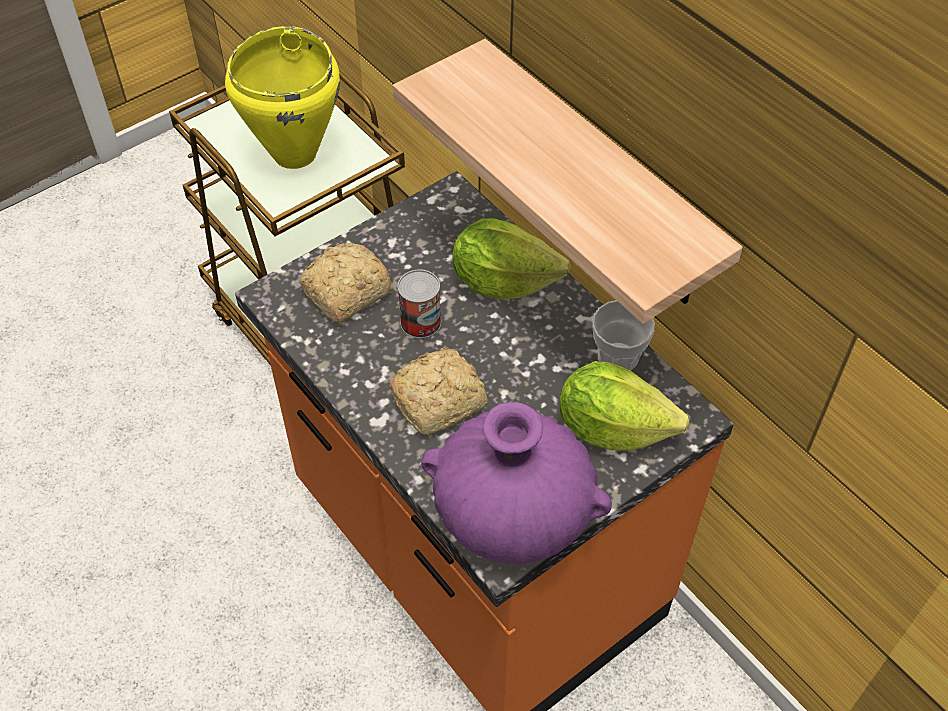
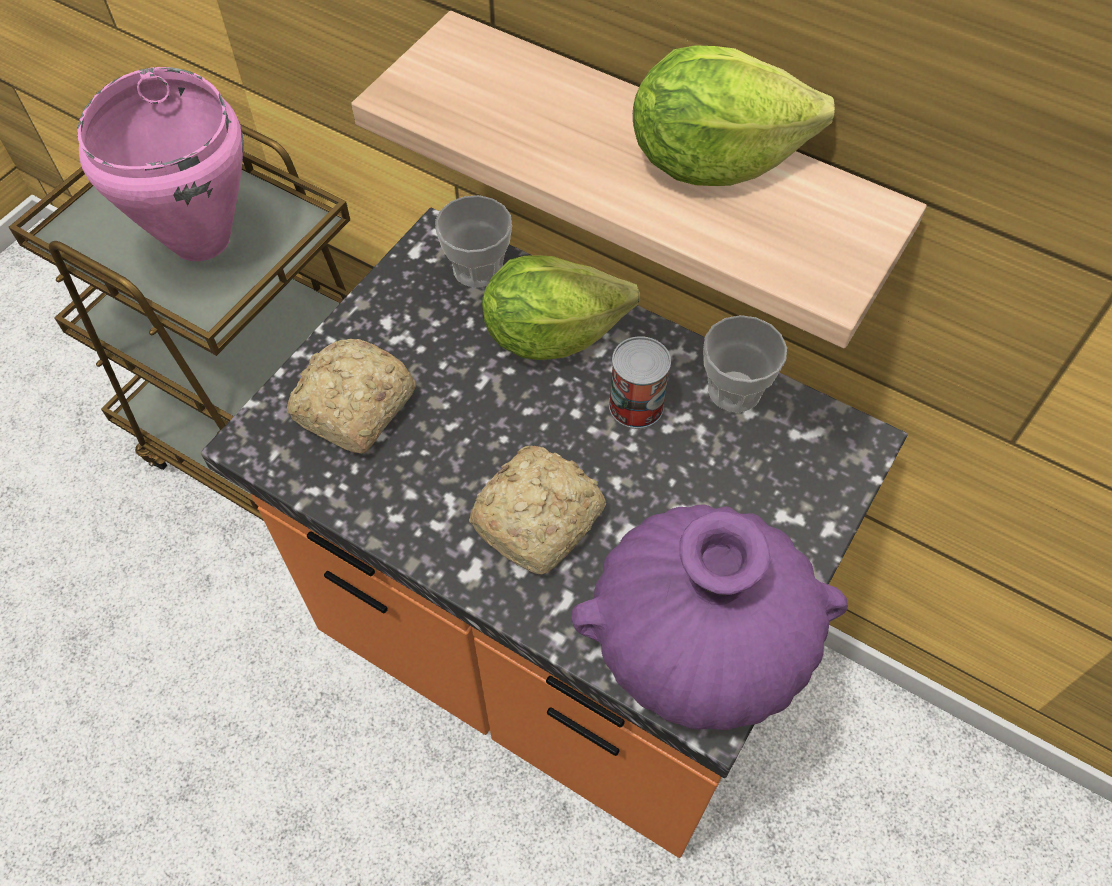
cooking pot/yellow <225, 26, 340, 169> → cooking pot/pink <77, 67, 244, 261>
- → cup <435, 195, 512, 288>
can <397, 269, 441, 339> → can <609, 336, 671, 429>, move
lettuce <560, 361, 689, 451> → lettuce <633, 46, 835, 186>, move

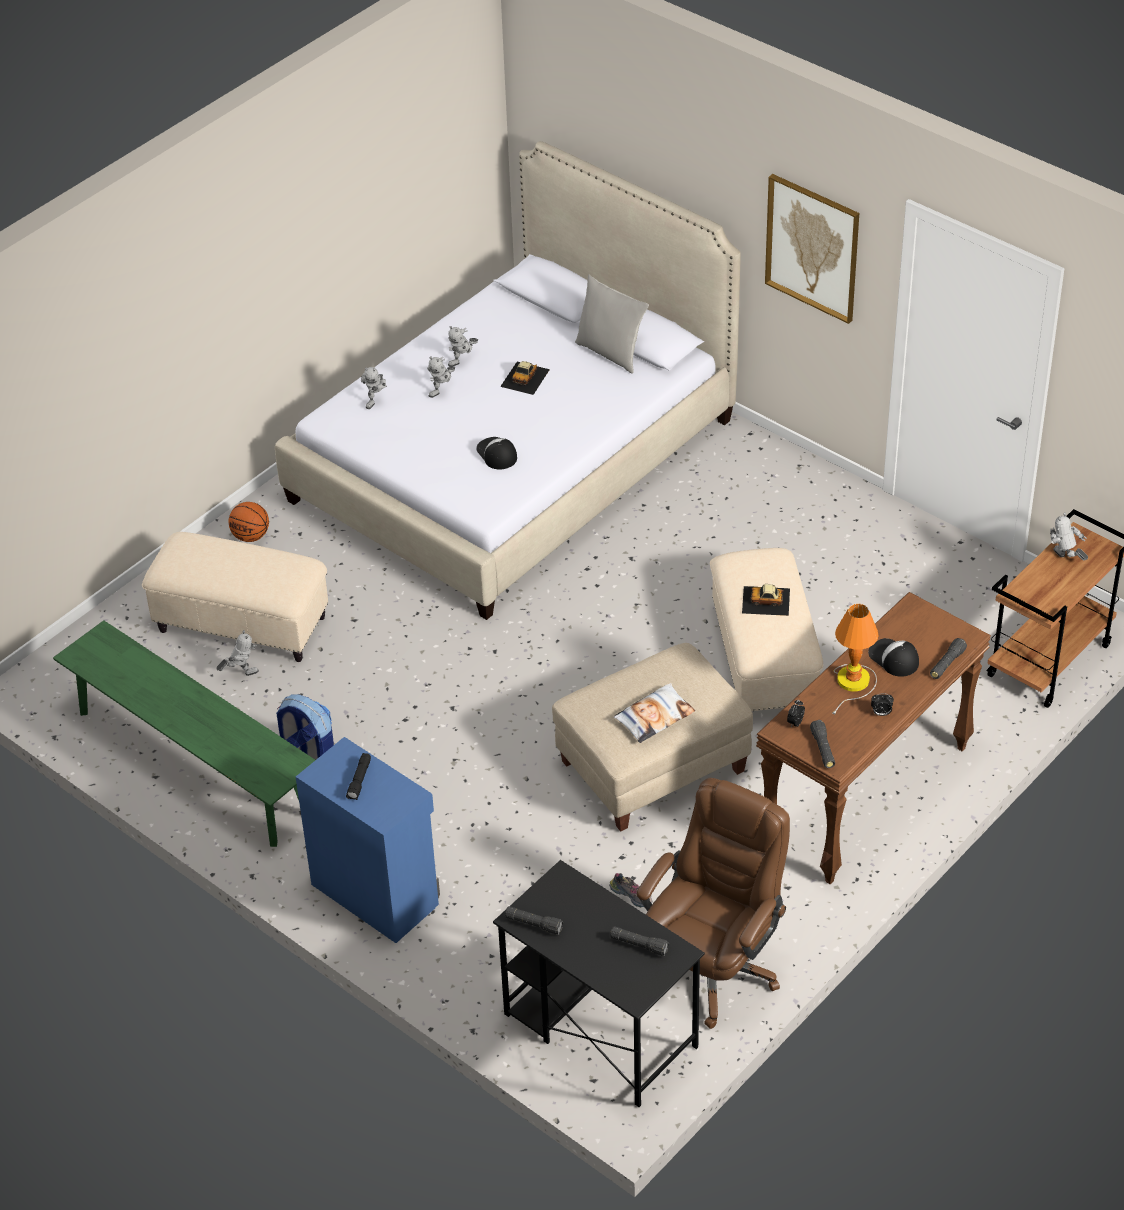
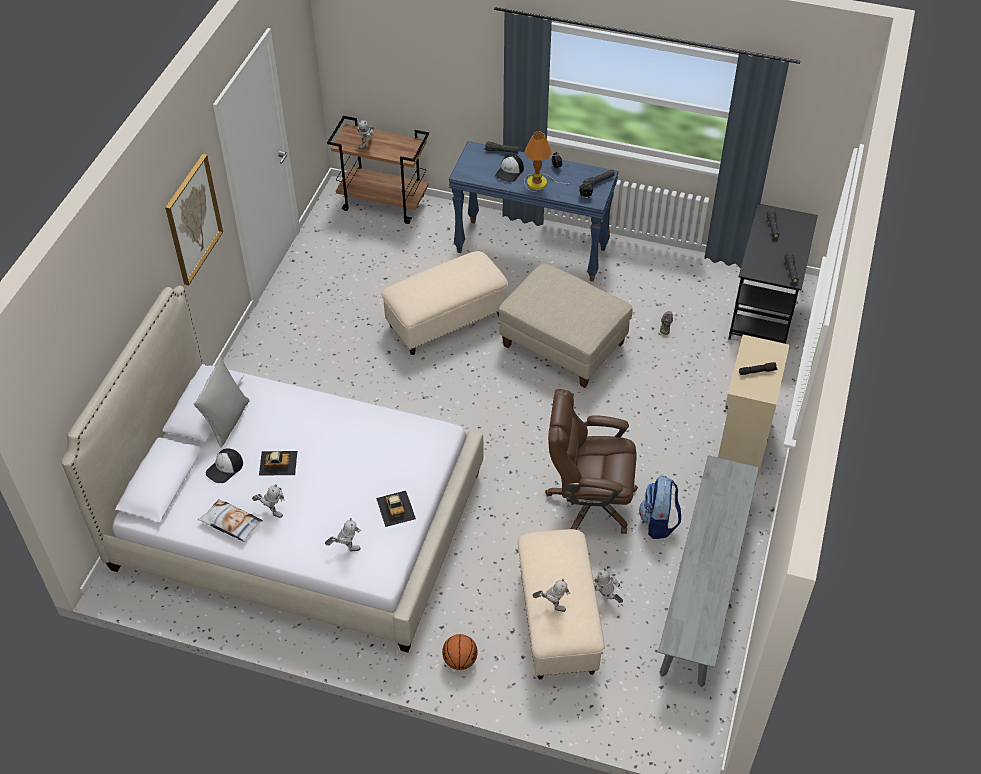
pillow <613, 683, 695, 743> → pillow <198, 499, 263, 542>, move
cap <476, 437, 517, 469> → cap <206, 448, 243, 483>, move
toy car <742, 584, 790, 616> → toy car <376, 491, 416, 527>, move
console table/brown <756, 592, 991, 884> → console table/blue <449, 141, 619, 282>
toy robot <427, 356, 455, 398> → toy robot <533, 579, 571, 612>, move
office chair/brown <637, 778, 790, 1029> → office chair/brown <545, 389, 638, 534>, move
bench/green <53, 620, 315, 847> → bench/grey <658, 455, 759, 687>
cabinet/blue <296, 737, 440, 943> → cabinet/beige <718, 335, 789, 476>

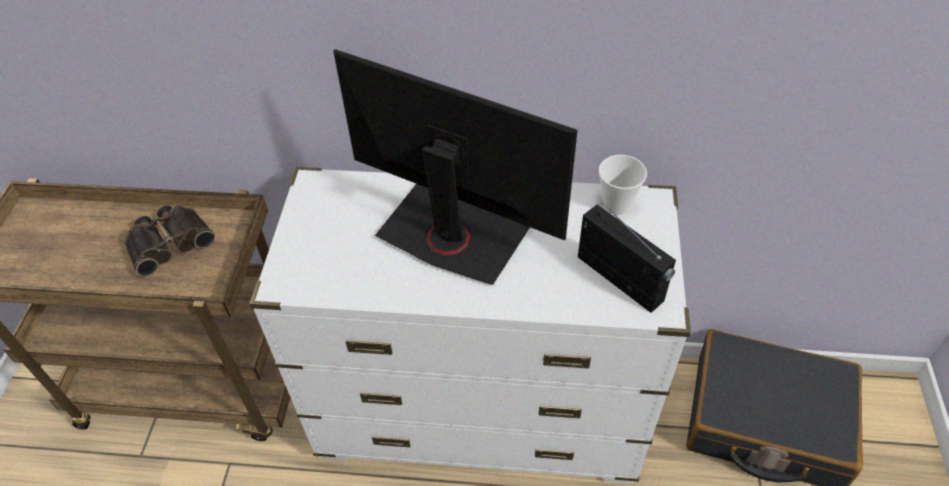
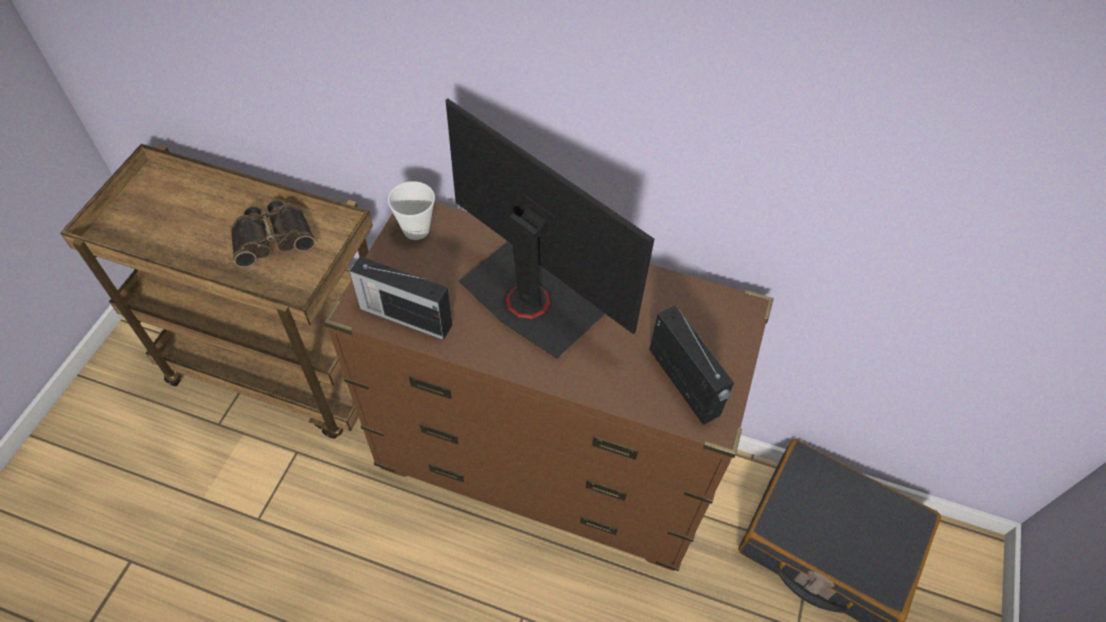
dresser/white <249, 167, 691, 484> → dresser/brown <324, 202, 774, 571>
- → radio <349, 256, 452, 340>
cup <598, 155, 647, 215> → cup <388, 181, 435, 240>, move

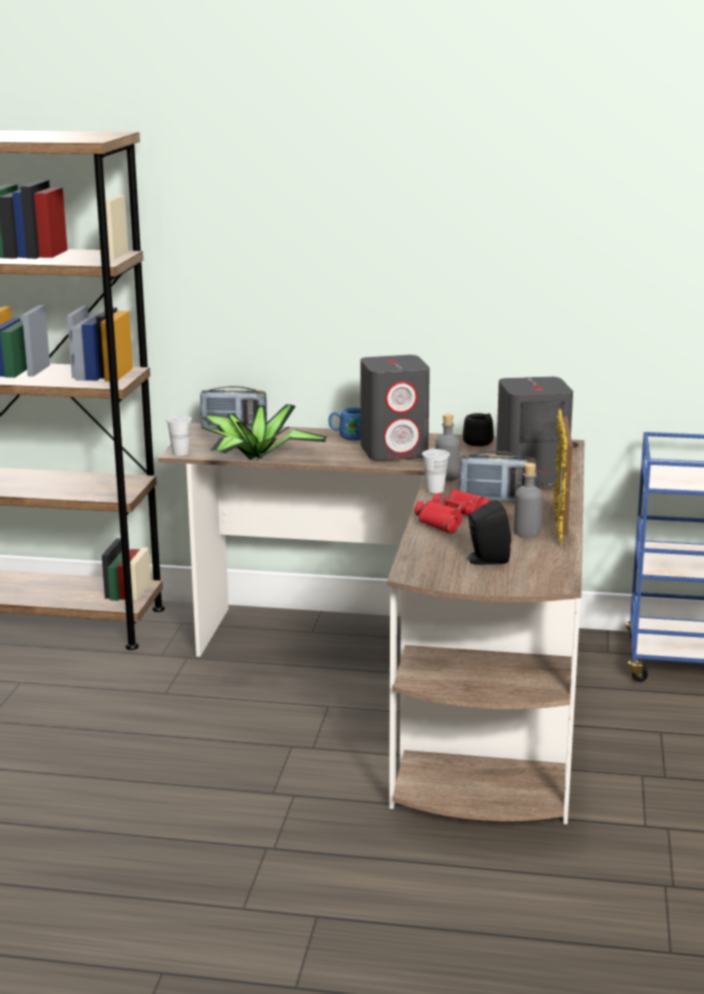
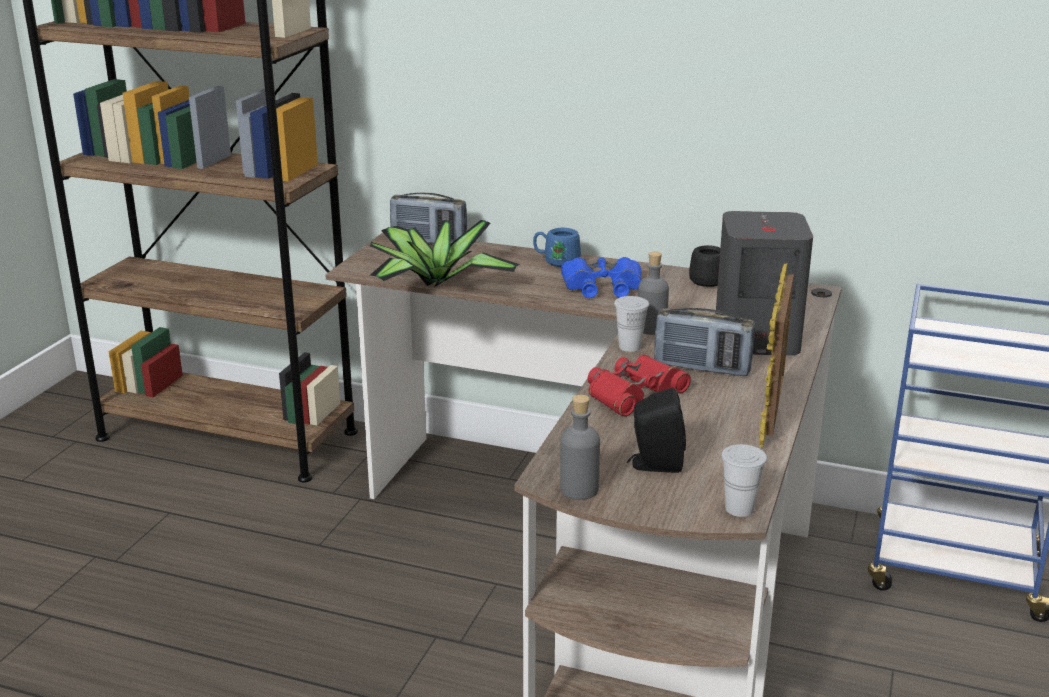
bottle/grey <514, 463, 543, 538> → bottle/grey <560, 395, 600, 500>, move
speaker/grey <360, 355, 430, 461> → binoculars/blue <561, 257, 642, 298>
cup/white <166, 415, 192, 456> → cup/white <721, 444, 767, 517>, move

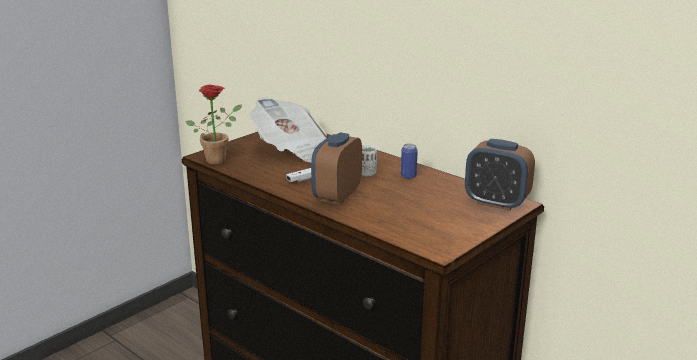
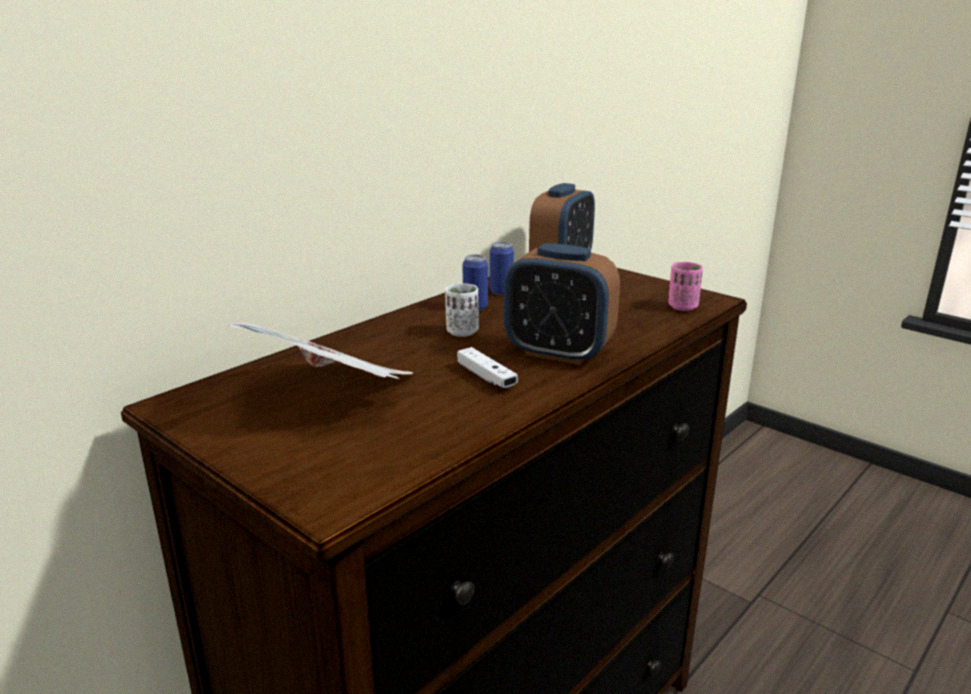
- → can <490, 241, 514, 295>
- → cup/pink <668, 262, 703, 311>
potted plant <186, 85, 242, 164> → -

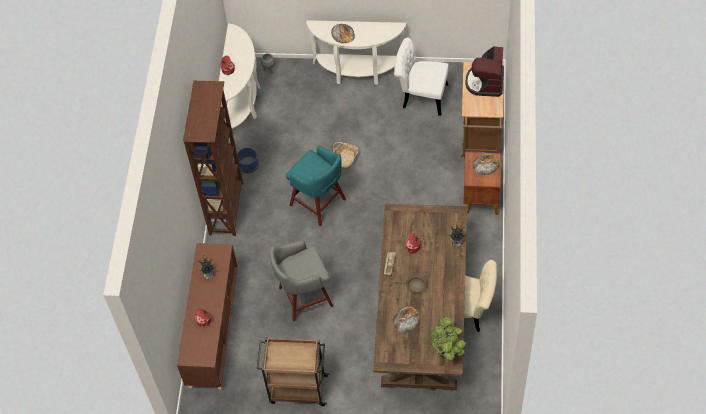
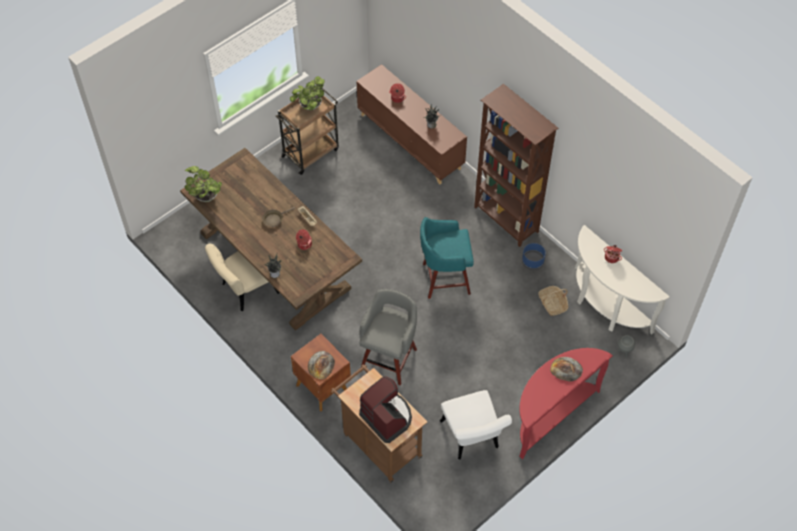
- → potted plant <290, 76, 325, 110>
stool/grey <270, 241, 333, 322> → stool/grey <359, 289, 417, 385>, move
chair/white <394, 37, 449, 116> → chair/white <440, 390, 512, 460>, 105 degrees clockwise
console table/white <306, 20, 406, 85> → console table/red <519, 348, 613, 459>
basket <333, 142, 358, 170> → basket <539, 286, 568, 316>, move
bread <393, 306, 421, 333> → -

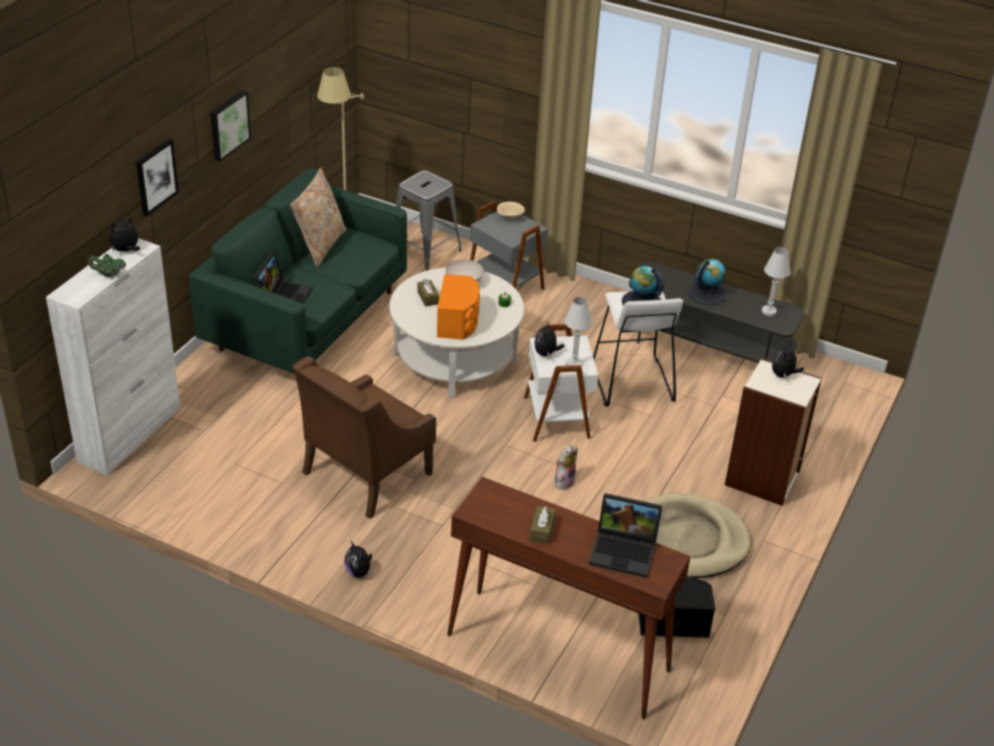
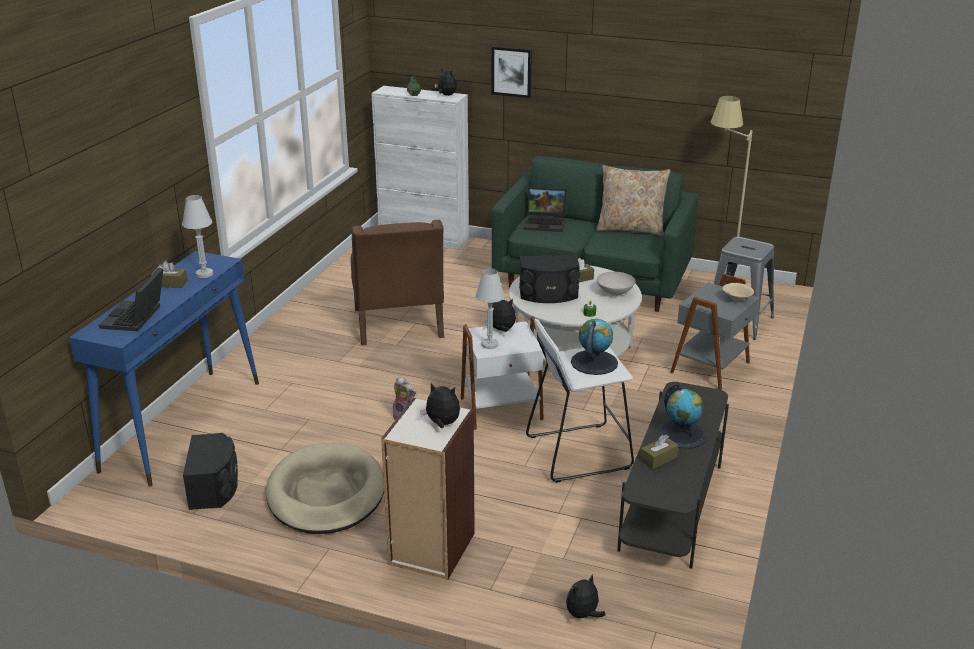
console table/brown <447, 477, 690, 719> → console table/blue <69, 251, 259, 487>
table lamp/white <762, 247, 790, 316> → table lamp/white <182, 195, 213, 278>, move
armchair/brown <292, 356, 436, 519> → armchair/brown <351, 220, 444, 345>, 135 degrees counterclockwise
speaker/orange <437, 274, 480, 340> → speaker/black <519, 255, 580, 303>
plush toy <344, 541, 373, 578> → plush toy <566, 574, 605, 618>, move
- → tissue box/brown <640, 434, 679, 469>
picture <210, 90, 251, 162> → -

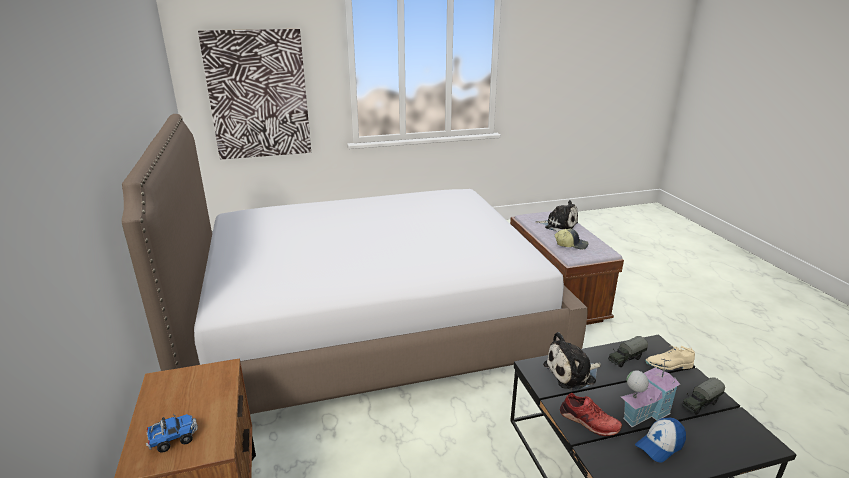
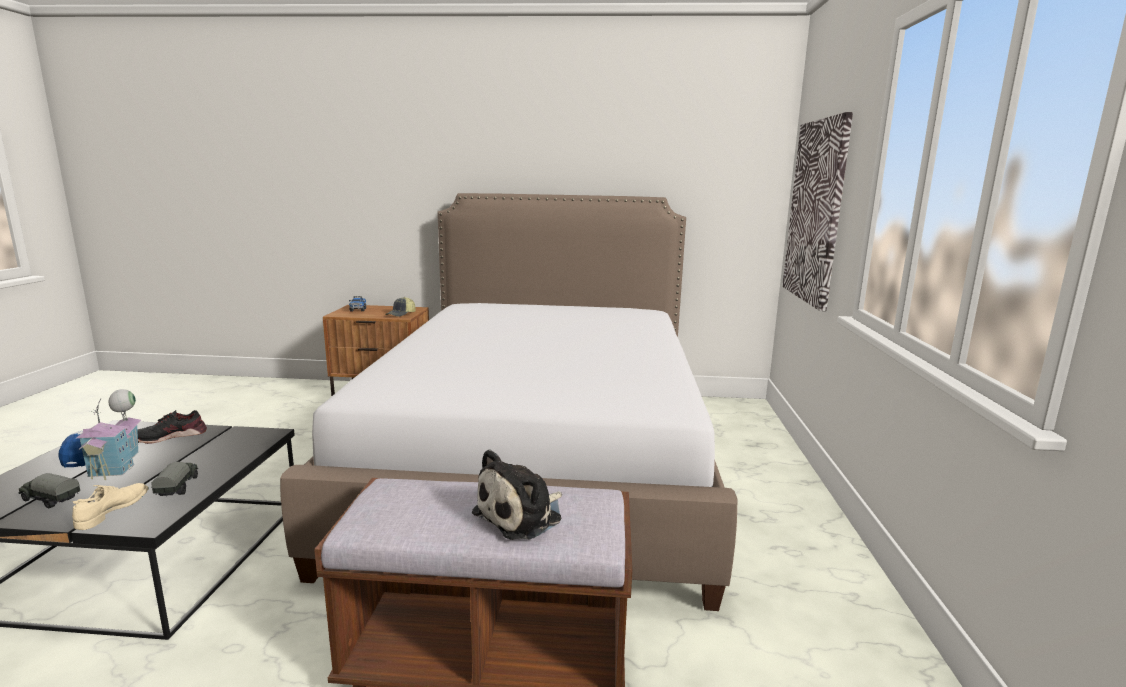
toy truck <682, 377, 725, 415> → toy truck <18, 473, 80, 509>, 60 degrees counterclockwise
shoe/red <560, 393, 622, 436> → shoe/black <137, 410, 207, 444>
cap <555, 229, 588, 249> → cap <385, 297, 416, 317>, move
plush toy <543, 332, 601, 390> → -

